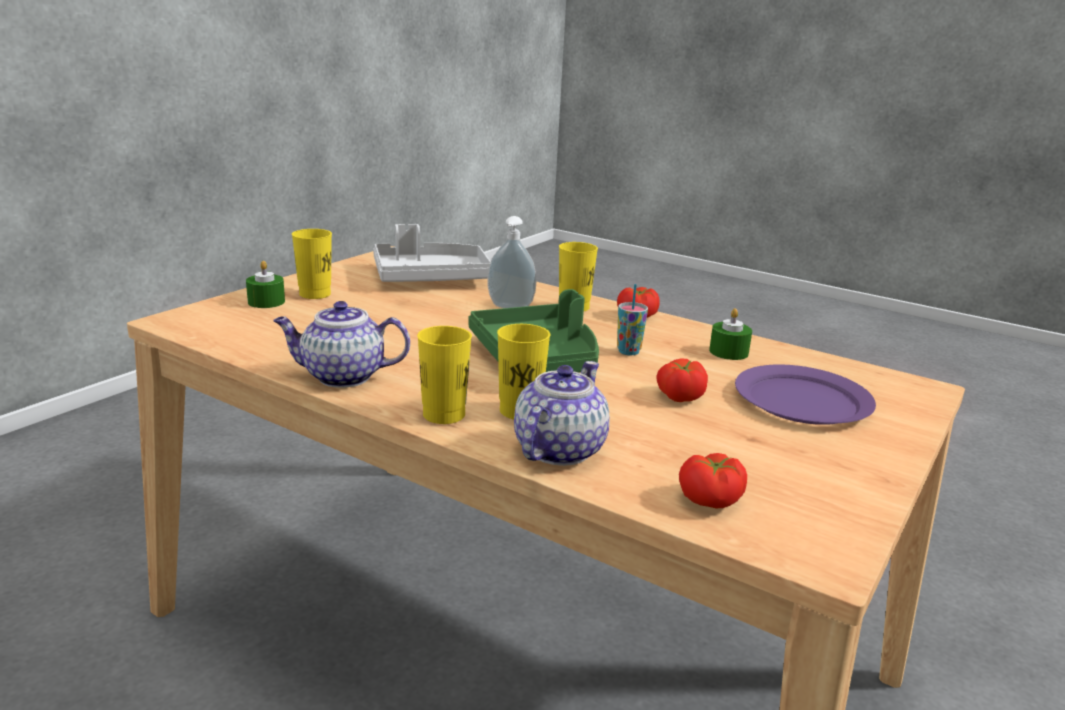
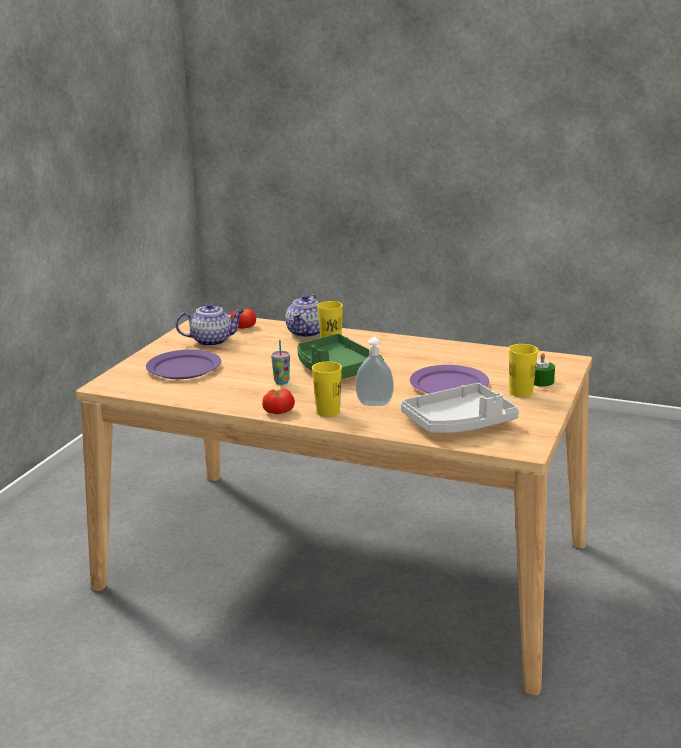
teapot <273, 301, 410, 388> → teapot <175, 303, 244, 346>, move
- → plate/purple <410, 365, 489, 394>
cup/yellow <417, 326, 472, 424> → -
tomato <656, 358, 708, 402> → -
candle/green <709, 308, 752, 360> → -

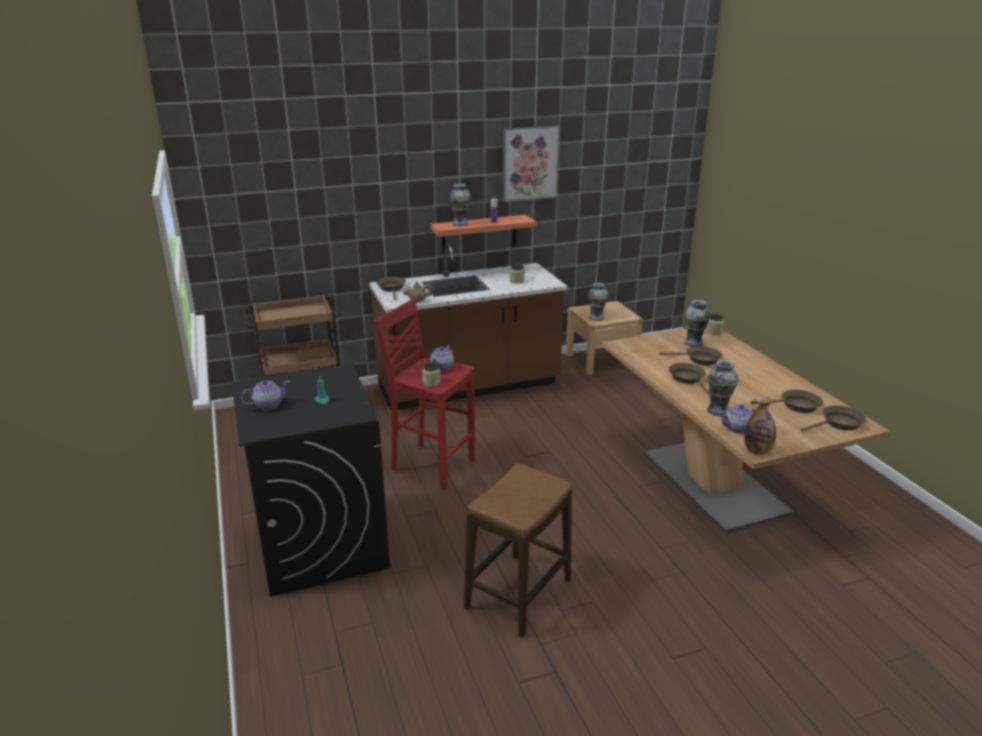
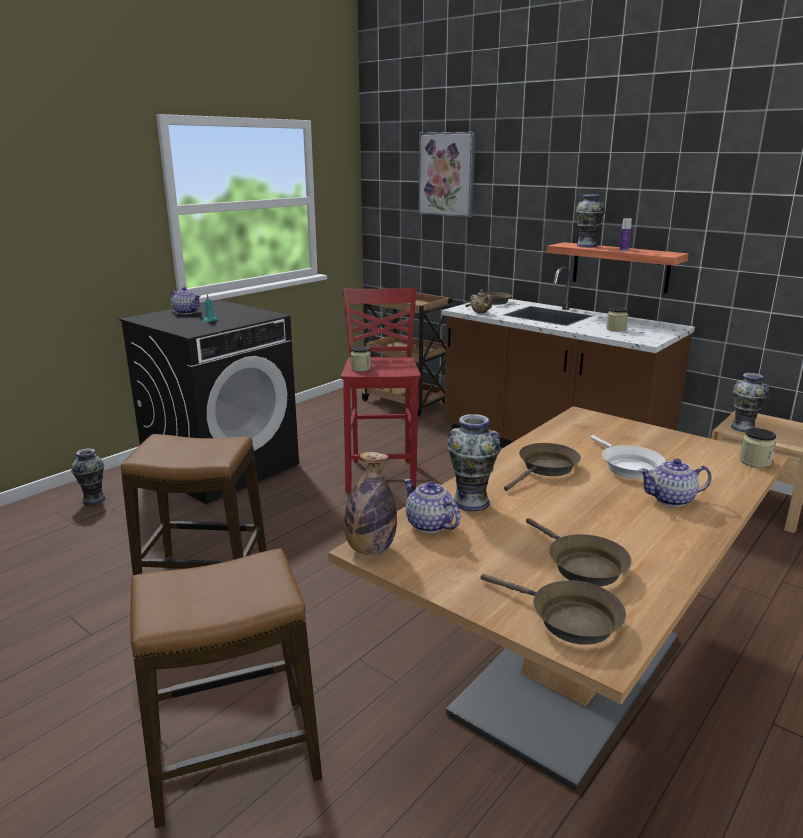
vase <684, 300, 711, 347> → vase <71, 449, 106, 505>, move
- → stool <130, 548, 322, 828>
picture <503, 126, 560, 202> → picture <418, 132, 475, 218>, move
frying pan/brown <659, 346, 722, 366> → frying pan/white <591, 435, 665, 479>
teapot <430, 345, 454, 371> → teapot <639, 458, 712, 507>, move

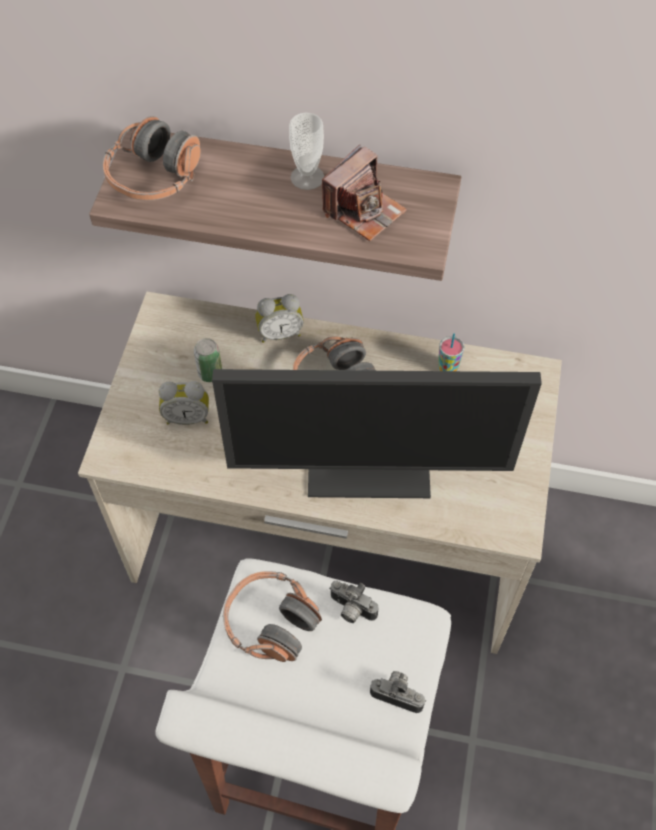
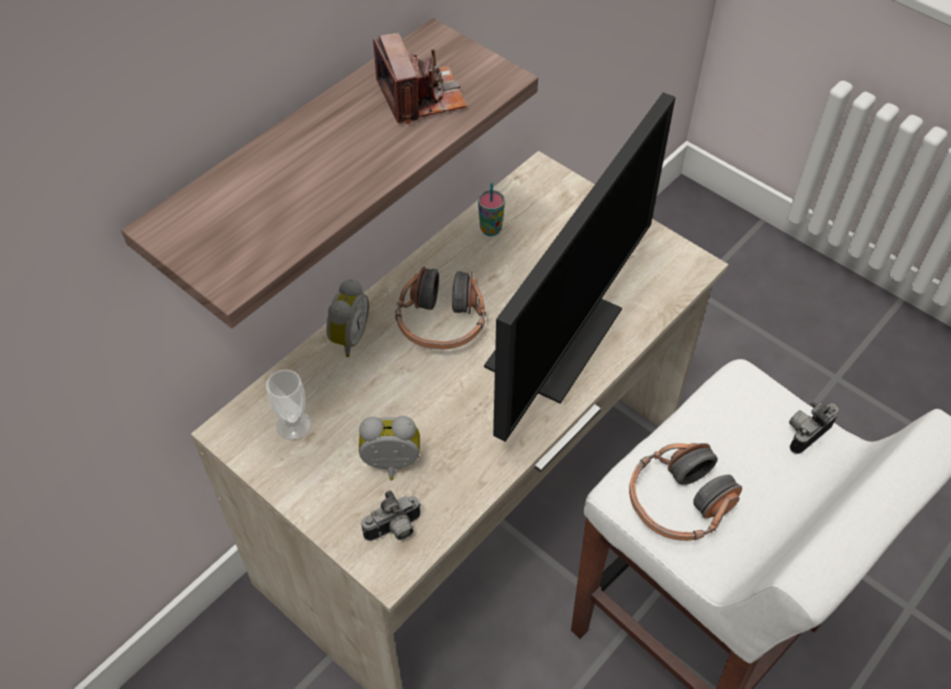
cup <289, 112, 324, 190> → cup <266, 370, 312, 440>, move
alarm clock <159, 381, 209, 425> → alarm clock <359, 416, 420, 481>, 120 degrees counterclockwise
photo camera <329, 581, 379, 623> → photo camera <361, 490, 421, 541>, move
headphones <103, 116, 201, 201> → -
can <194, 338, 222, 382> → -

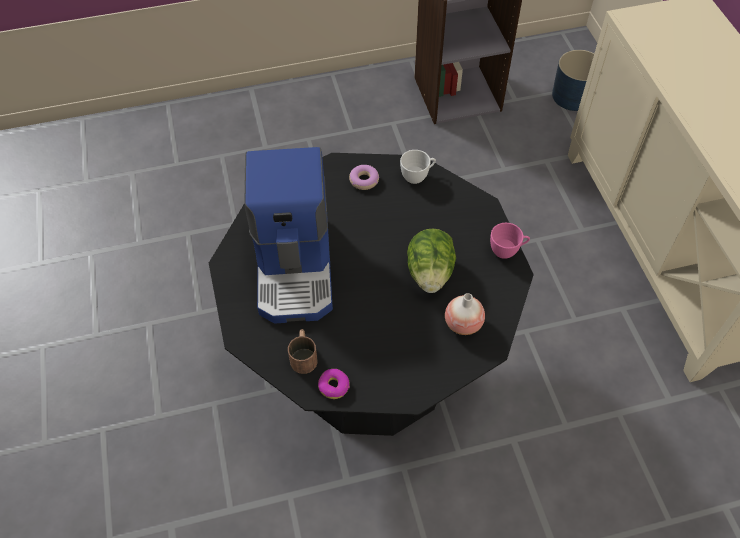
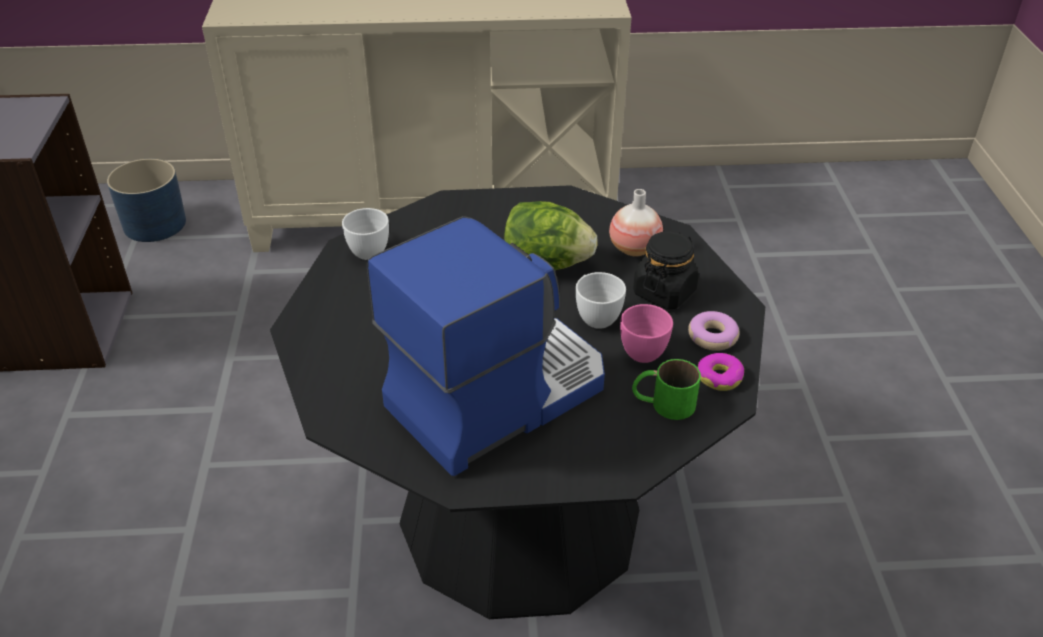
coffee machine <244, 147, 333, 324> → coffee machine <367, 216, 605, 476>, 45 degrees counterclockwise
- → cup/white <576, 272, 626, 329>
cup/pink <490, 223, 530, 259> → cup/pink <620, 304, 673, 363>, move
mug/brown <288, 329, 318, 374> → mug/green <632, 359, 701, 420>
- → jar/black <633, 231, 699, 309>
donut <349, 165, 379, 190> → donut <688, 311, 740, 351>, move

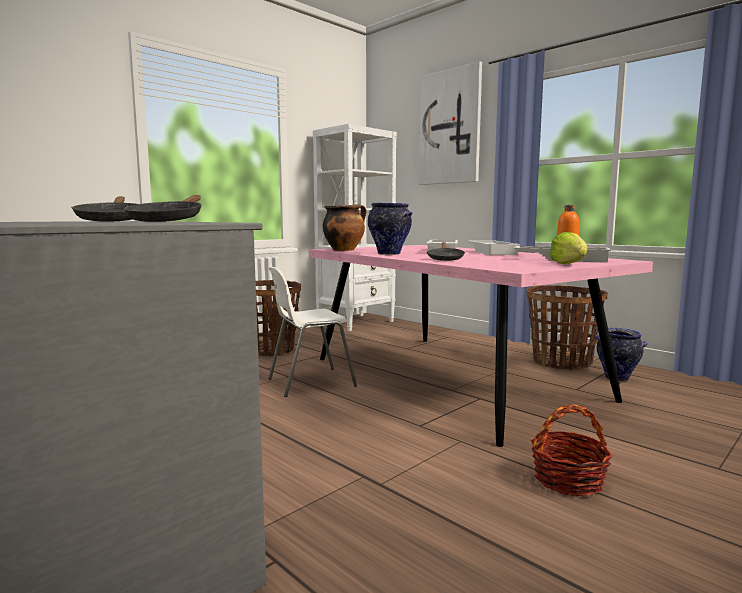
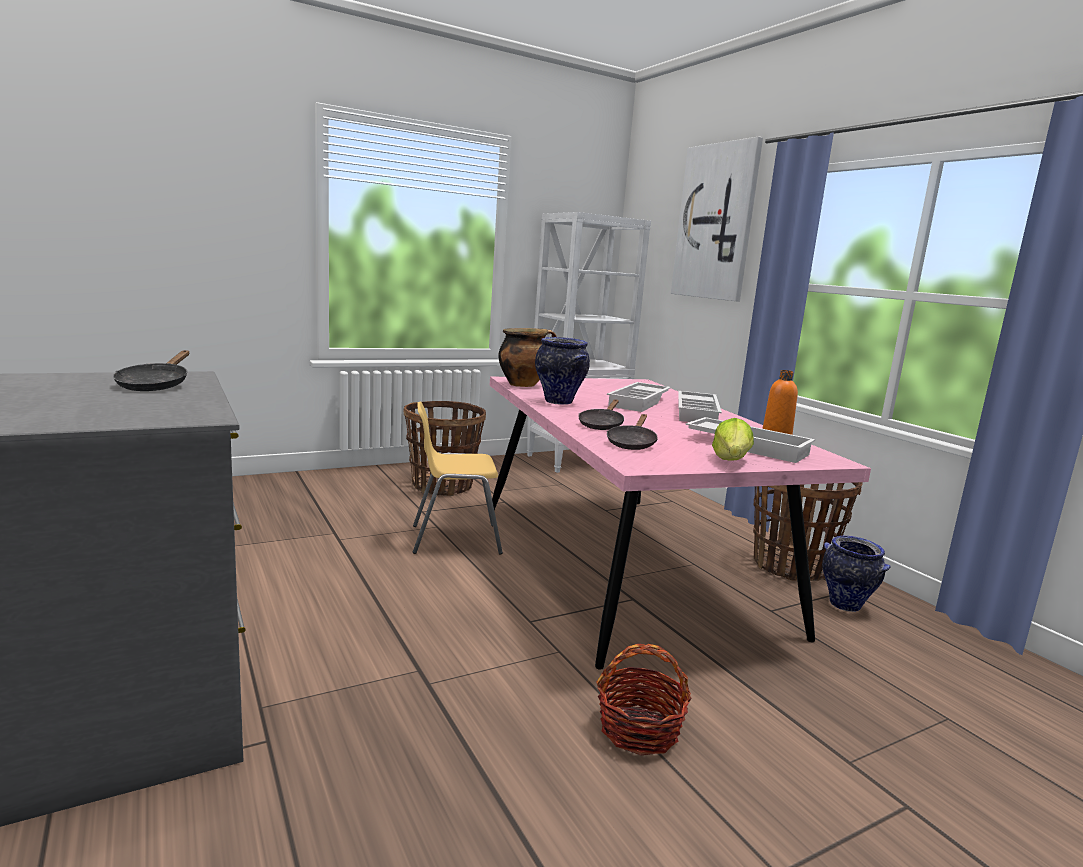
chair/white <268, 267, 357, 397> → chair/yellow <413, 401, 503, 554>
frying pan/black <124, 195, 202, 222> → frying pan/black <607, 414, 658, 450>, move

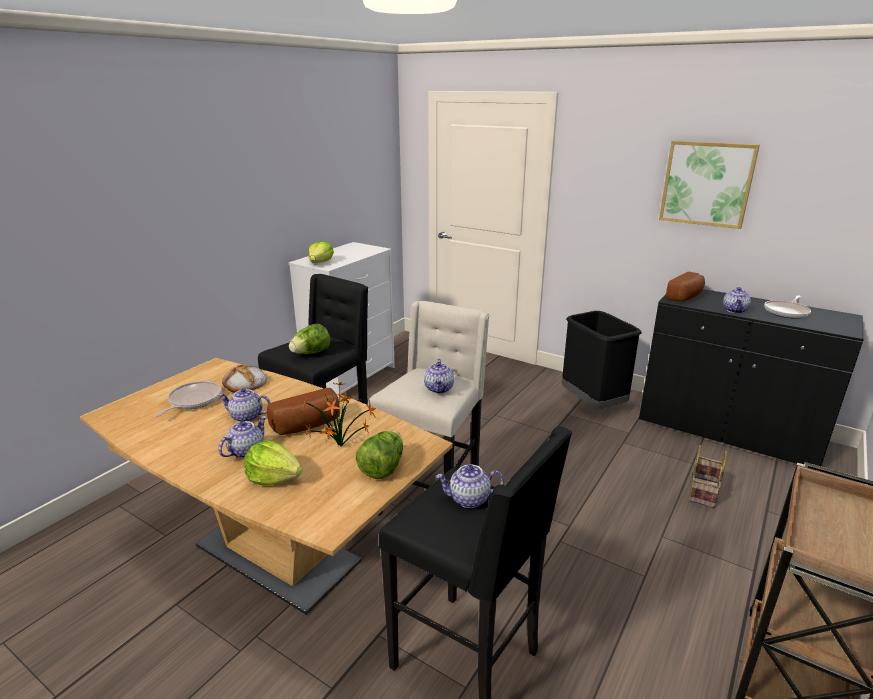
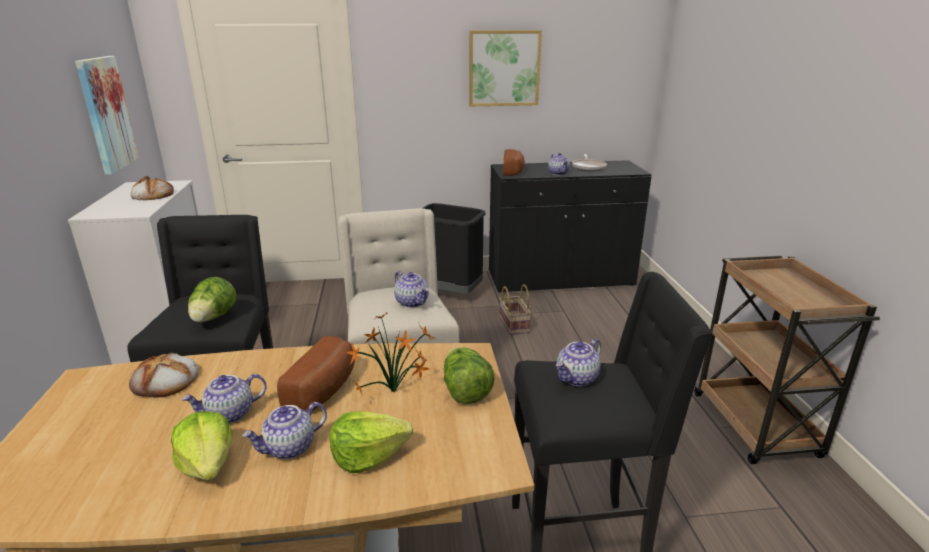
- → picture <75, 56, 139, 175>
- → bread <130, 176, 174, 200>
lettuce <309, 241, 334, 263> → lettuce <171, 411, 233, 480>, move
teapot <218, 416, 267, 458> → teapot <242, 402, 327, 459>, 120 degrees counterclockwise
basket <689, 445, 727, 508> → basket <499, 284, 531, 335>, move
frying pan <155, 381, 222, 417> → -

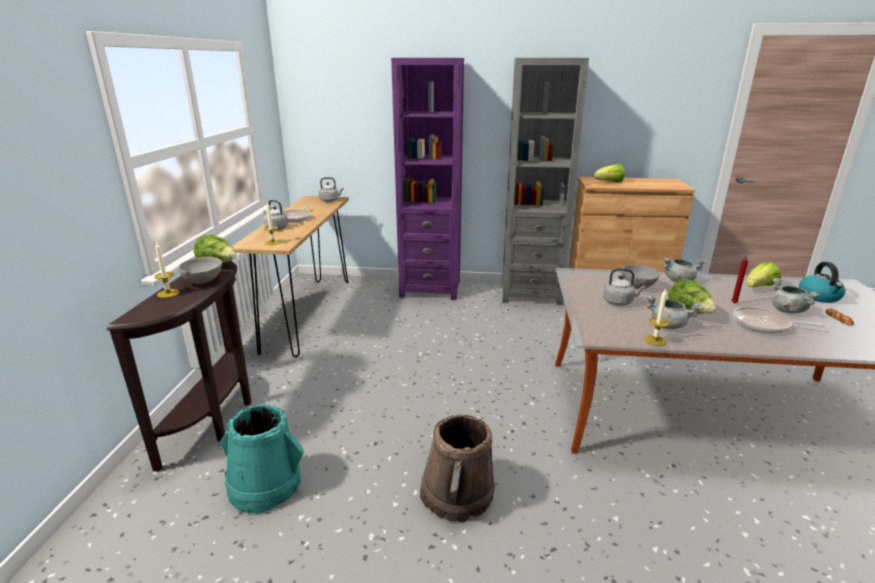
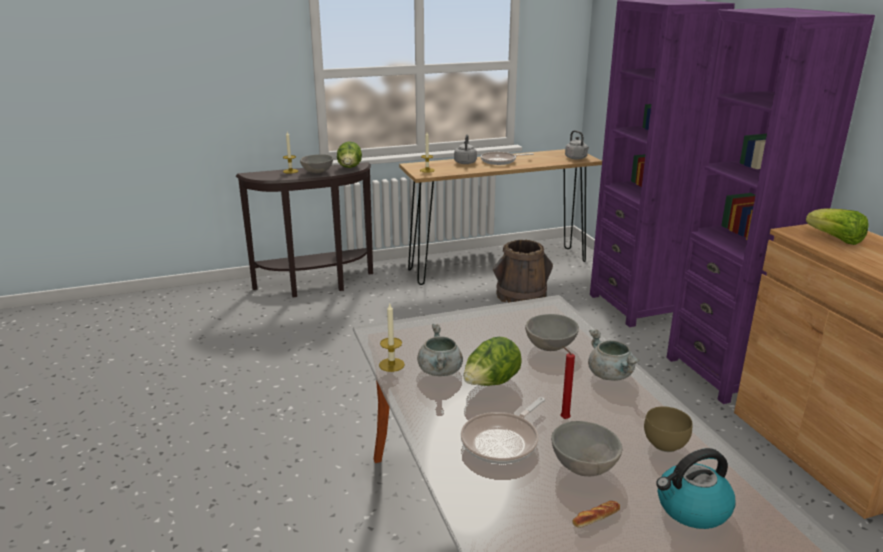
frying pan <733, 307, 825, 334> → frying pan <461, 397, 545, 464>, 135 degrees counterclockwise
bucket/brown <420, 414, 495, 522> → bucket/brown <493, 239, 553, 303>, move
cooking pot/grey <772, 278, 820, 313> → bowl/grey <551, 421, 622, 476>
lettuce <746, 262, 781, 287> → bowl/brown <644, 406, 692, 452>
bookcase/grey <502, 58, 589, 305> → bookcase/purple <666, 8, 875, 404>
bucket/turquoise <220, 404, 304, 513> → -
kettle/grey <603, 268, 646, 306> → -

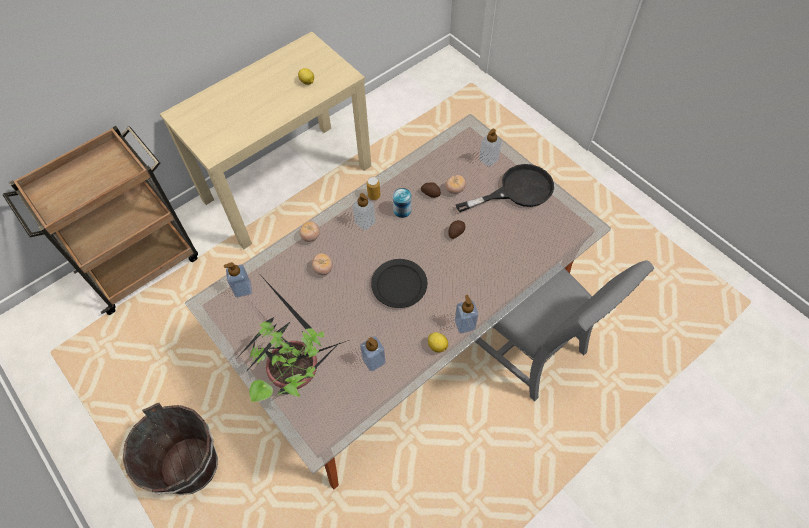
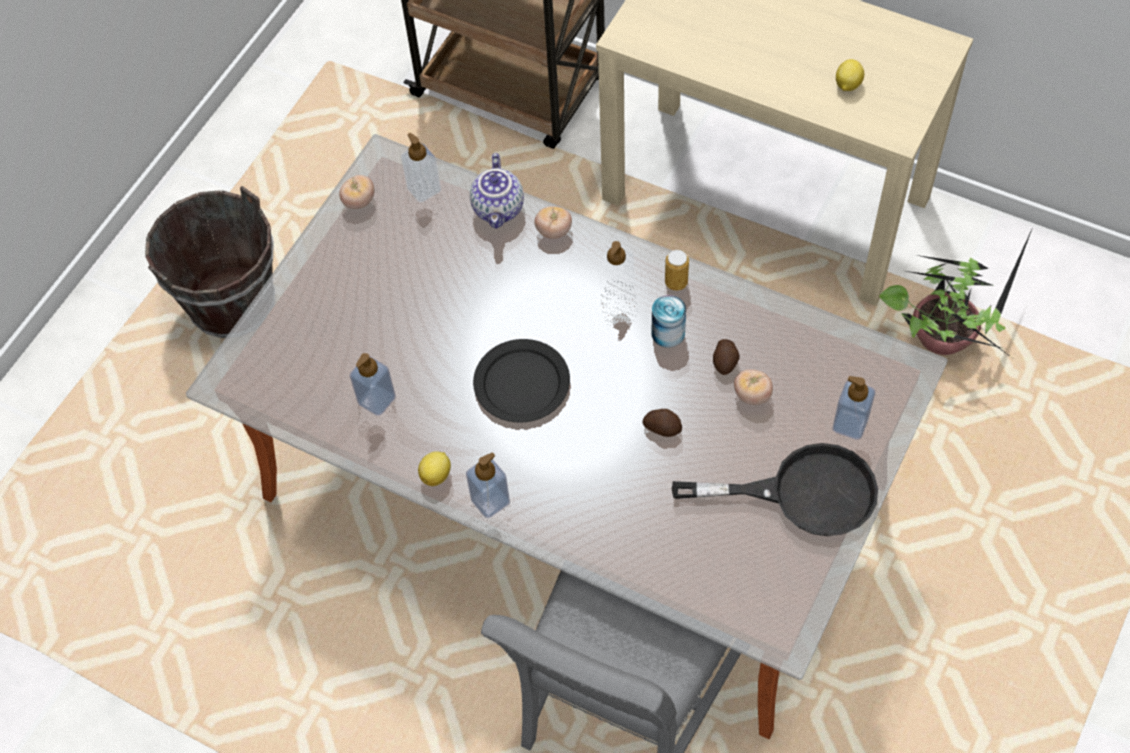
tomato <312, 253, 333, 275> → tomato <339, 175, 374, 209>, move
- → teapot <470, 153, 524, 229>
frying pan/black <456, 164, 554, 212> → frying pan/black <672, 443, 878, 536>, 45 degrees counterclockwise
potted plant <237, 277, 349, 402> → potted plant <879, 227, 1033, 357>, move

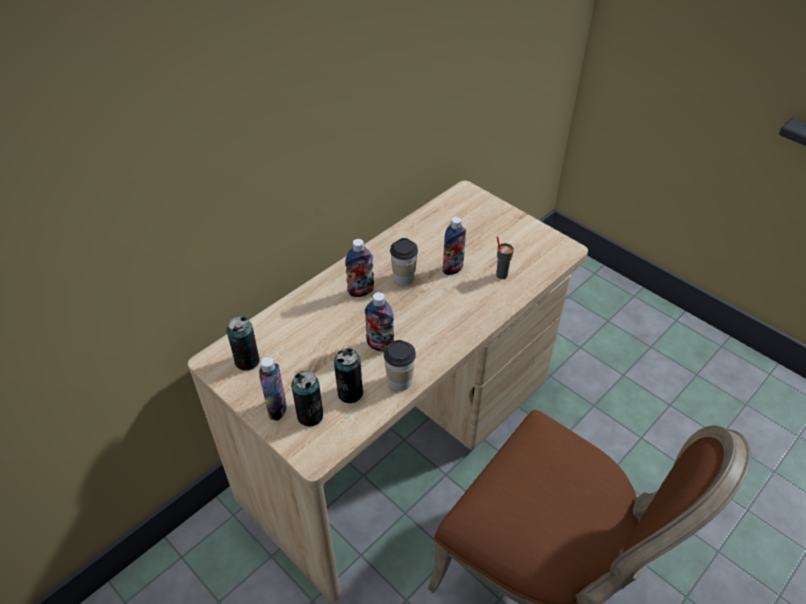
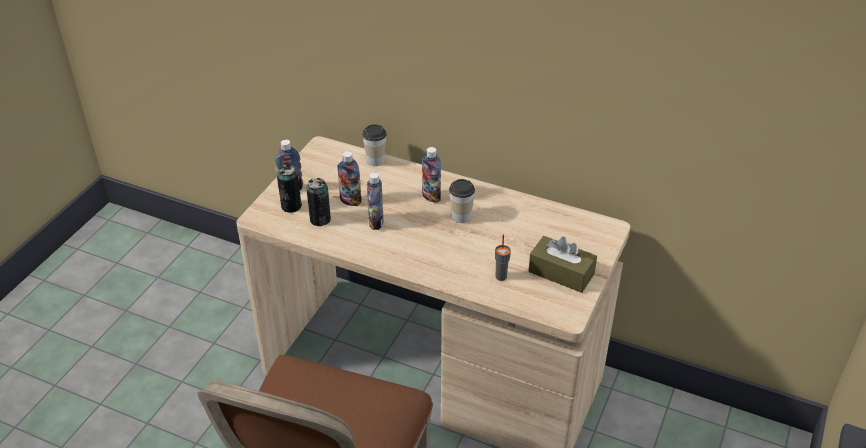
bottle <443, 216, 466, 275> → bottle <337, 151, 362, 206>, move
cup <384, 340, 416, 391> → cup <362, 124, 387, 166>, move
- → tissue box/brown <529, 236, 597, 293>
can <226, 316, 260, 370> → -

